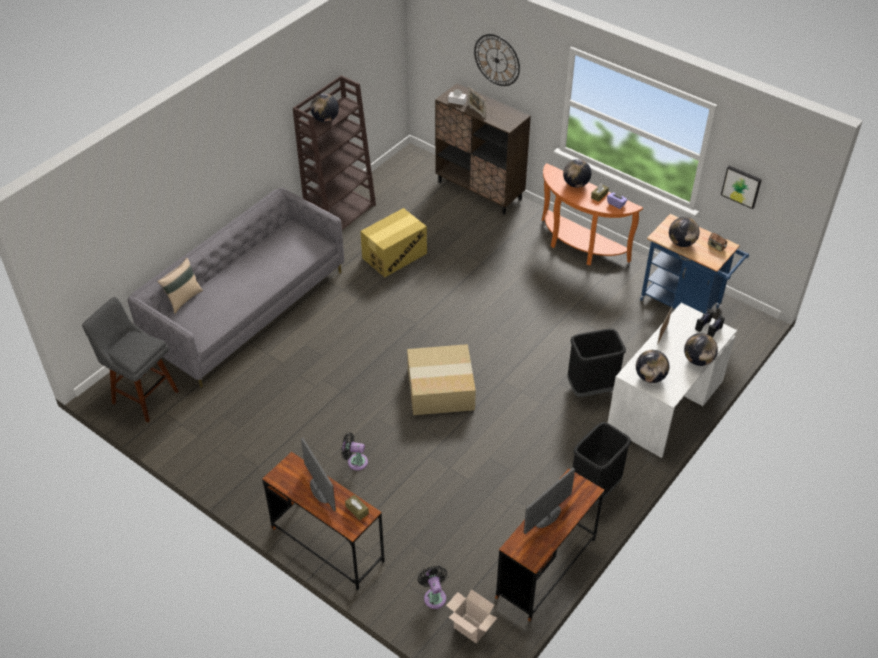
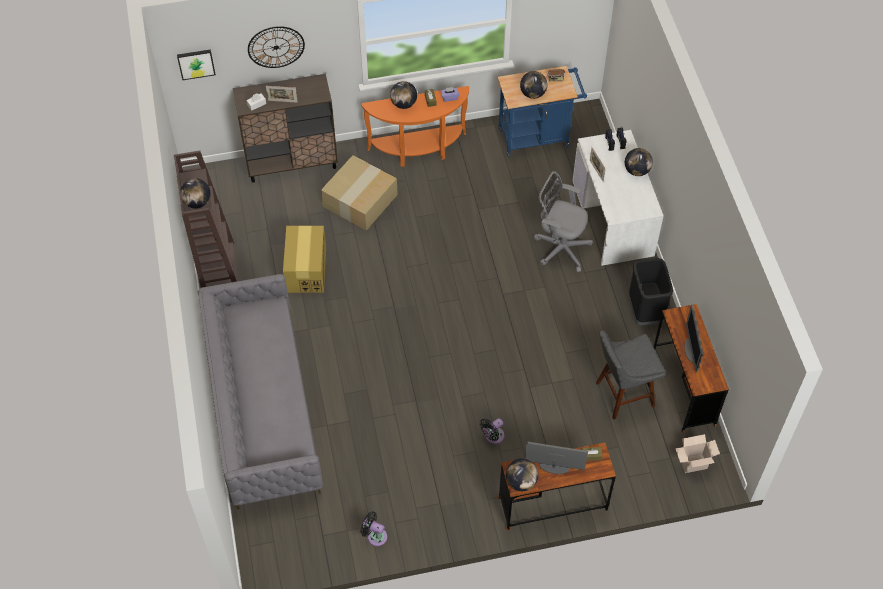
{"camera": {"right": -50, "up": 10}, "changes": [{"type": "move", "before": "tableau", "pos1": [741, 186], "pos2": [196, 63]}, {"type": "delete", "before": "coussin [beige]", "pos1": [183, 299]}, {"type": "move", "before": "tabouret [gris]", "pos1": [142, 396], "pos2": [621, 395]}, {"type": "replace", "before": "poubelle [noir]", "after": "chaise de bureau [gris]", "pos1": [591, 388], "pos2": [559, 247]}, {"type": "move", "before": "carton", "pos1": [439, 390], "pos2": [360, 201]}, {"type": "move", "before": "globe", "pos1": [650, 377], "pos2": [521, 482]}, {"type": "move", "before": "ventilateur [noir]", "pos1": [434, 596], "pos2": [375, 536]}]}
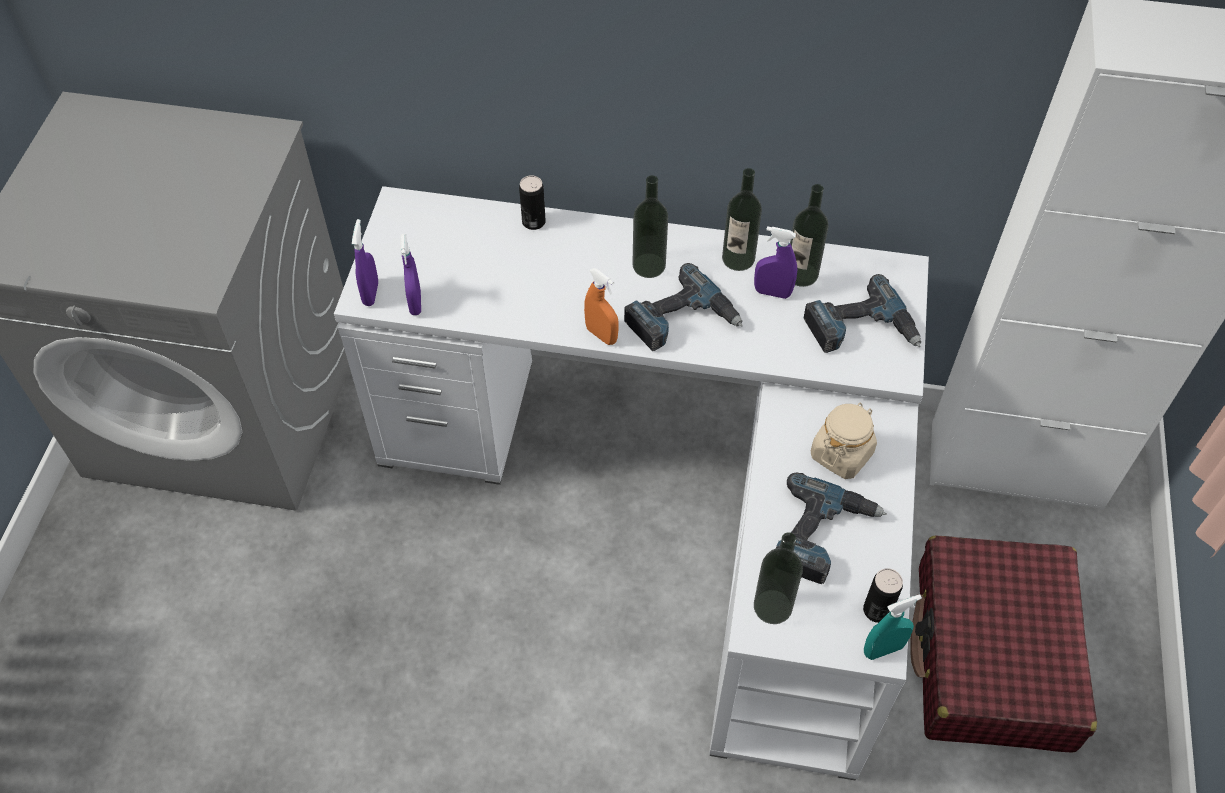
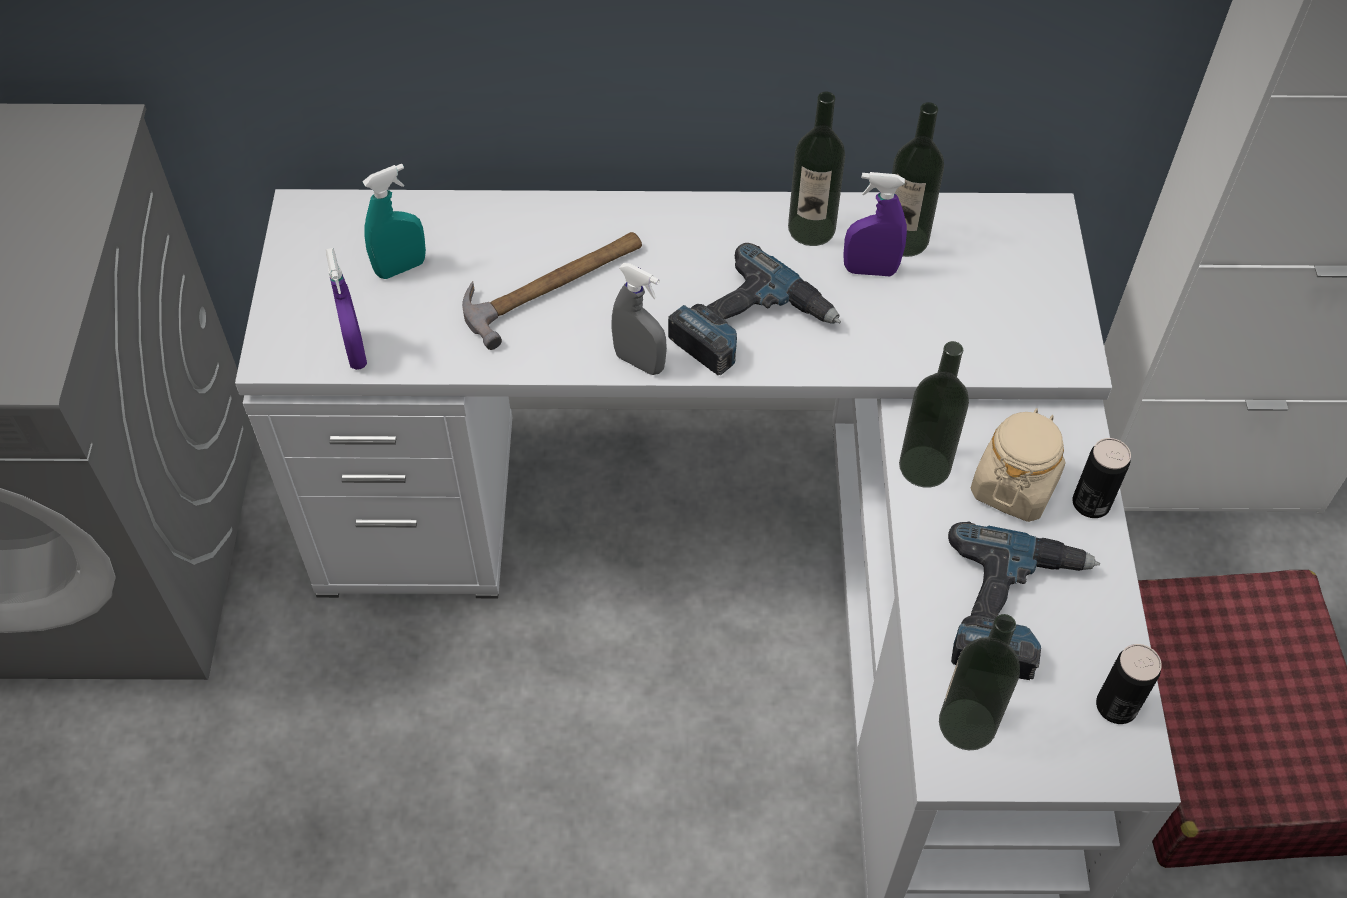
{"camera": {"right": -10, "up": 0}, "changes": [{"type": "move", "before": "boîte métallique", "pos1": [533, 222], "pos2": [1091, 503]}, {"type": "move", "before": "bouteille", "pos1": [649, 265], "pos2": [924, 466]}, {"type": "delete", "before": "vaporisateur [violet]", "pos1": [371, 293]}, {"type": "recolor", "before": "vaporisateur [orange]", "after": "vaporisateur [gris]", "pos1": [601, 335], "pos2": [639, 362]}, {"type": "delete", "before": "perceuse", "pos1": [860, 329]}, {"type": "move", "before": "vaporisateur [turquoise]", "pos1": [883, 649], "pos2": [401, 268]}, {"type": "insert", "after": "marteau", "pos2": [554, 285]}]}
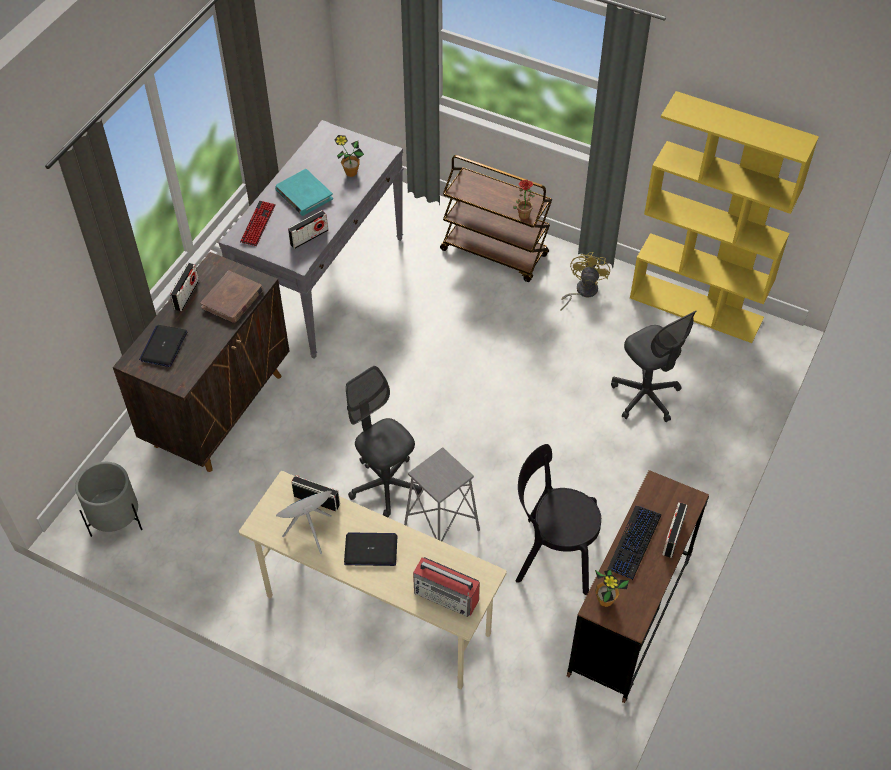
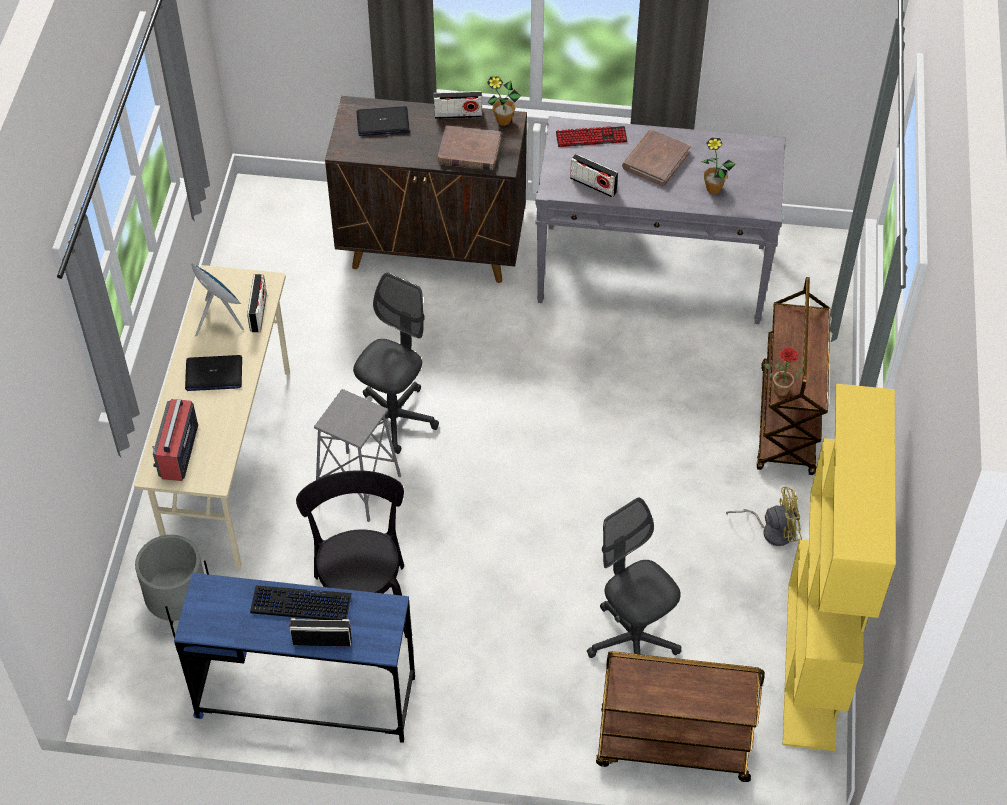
{"camera": {"right": 70, "up": 0}, "changes": [{"type": "recolor", "before": "livre [turquoise]", "after": "livre [marron]", "pos1": [304, 195], "pos2": [655, 160]}, {"type": "rotate", "before": "chaise de bureau [gris]", "pos1": [645, 396], "pos2": [633, 640], "turn": 105}, {"type": "move", "before": "cache-pot [gris]", "pos1": [116, 520], "pos2": [179, 606]}, {"type": "recolor", "before": "bureau [marron]", "after": "bureau [bleu]", "pos1": [629, 617], "pos2": [306, 697]}, {"type": "rotate", "before": "ordinateur portable", "pos1": [371, 550], "pos2": [213, 374], "turn": 105}, {"type": "move", "before": "plante en pot", "pos1": [605, 600], "pos2": [503, 120]}, {"type": "insert", "after": "chariot [marron]", "pos2": [672, 746]}]}
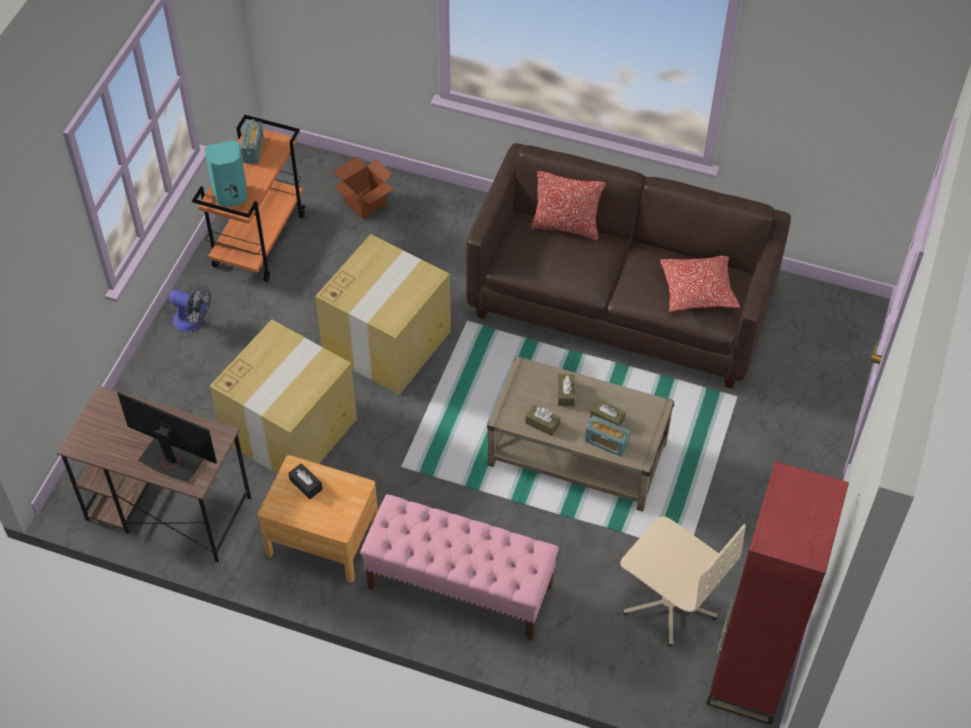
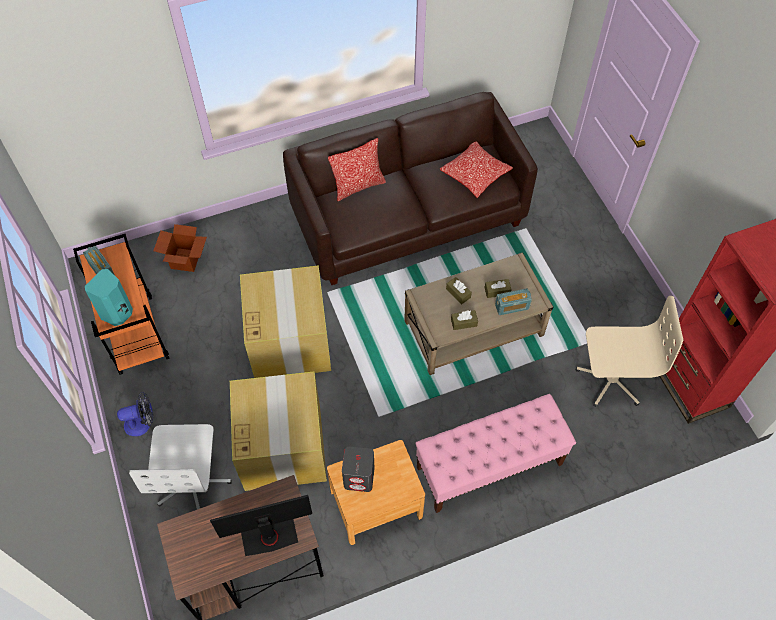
{"camera": {"right": -40, "up": 5}, "changes": [{"type": "replace", "before": "boîte à mouchoirs [noir]", "after": "enceinte [gris]", "pos1": [306, 484], "pos2": [359, 477]}, {"type": "insert", "after": "chaise de bureau [blanc]", "pos2": [193, 483]}]}
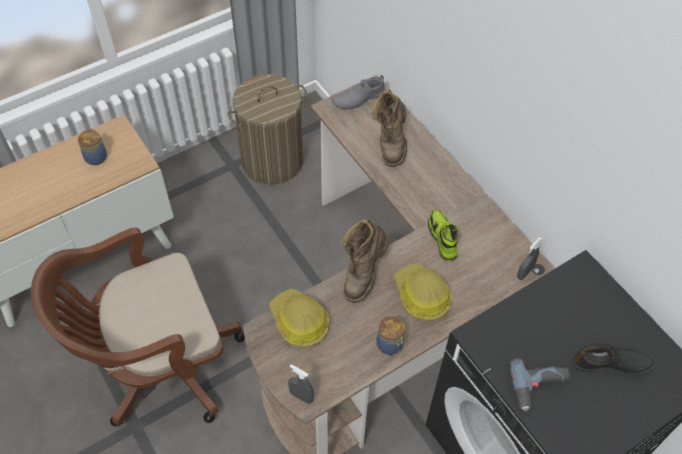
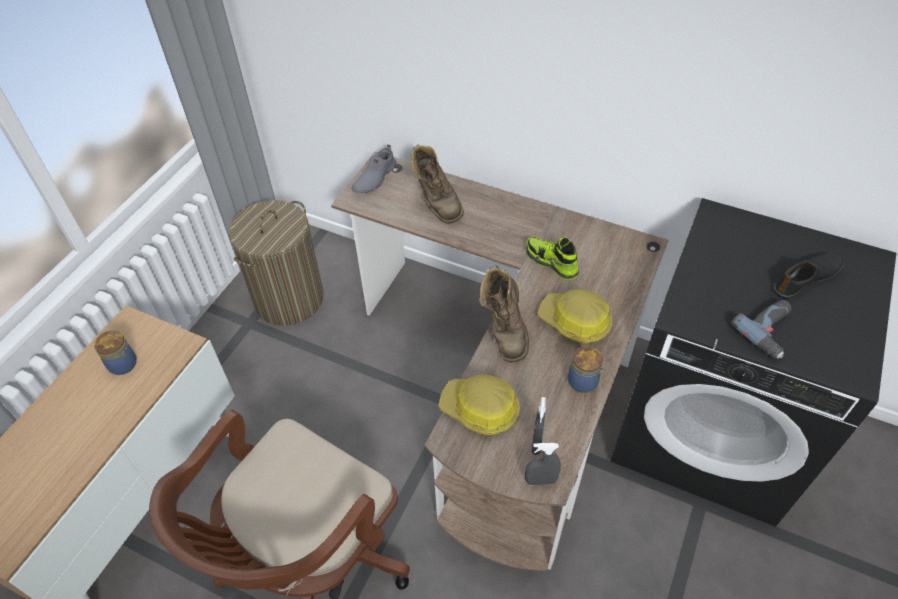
{"camera": {"right": -30, "up": -5}, "changes": [{"type": "move", "before": "vaporisateur [gris]", "pos1": [524, 273], "pos2": [536, 443]}]}
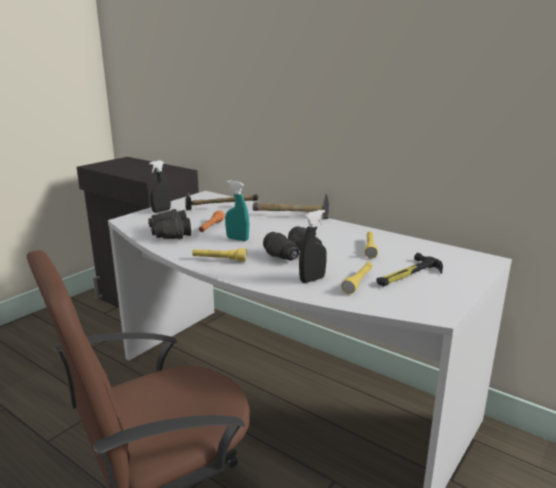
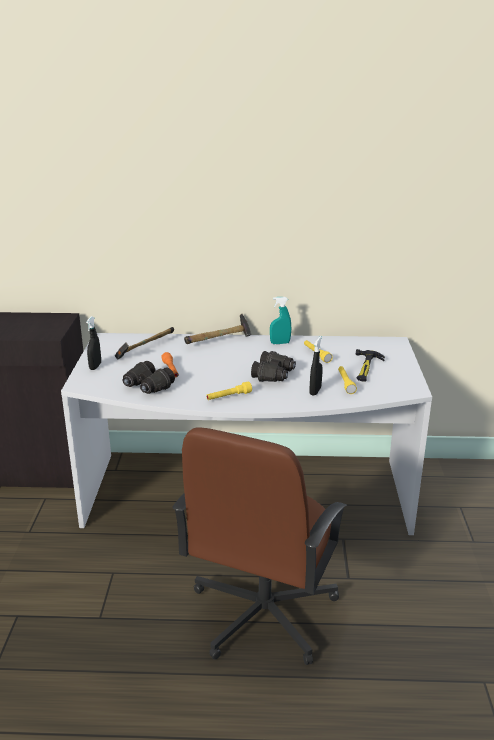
{"camera": {"right": -35, "up": 5}, "changes": [{"type": "move", "before": "vaporisateur [turquoise]", "pos1": [237, 239], "pos2": [280, 343]}]}
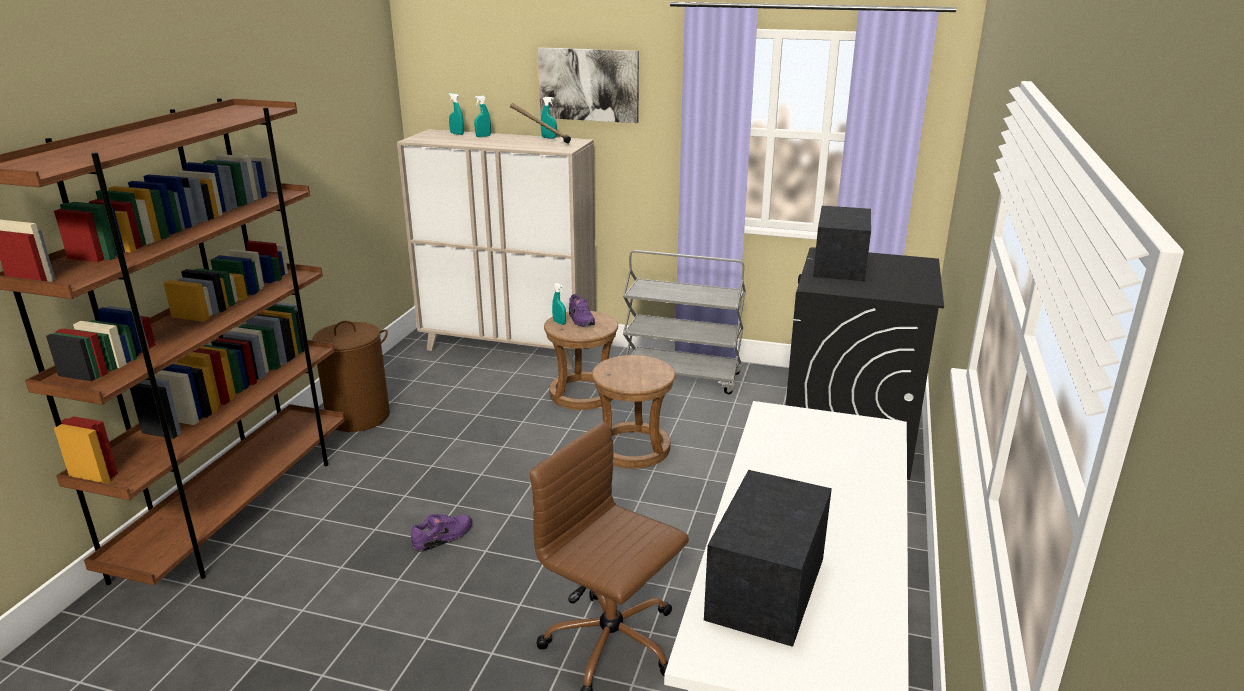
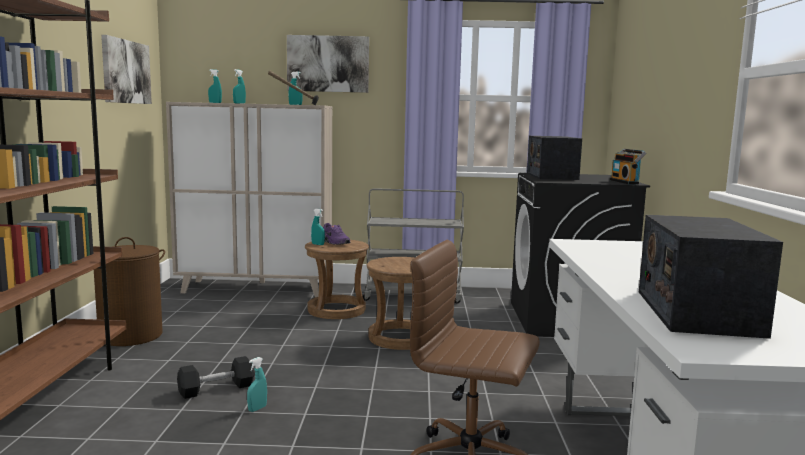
{"camera": {"right": -15, "up": -15}, "changes": [{"type": "replace", "before": "chaussure [violet]", "after": "vaporisateur [turquoise]", "pos1": [443, 538], "pos2": [257, 409]}, {"type": "insert", "after": "tableau", "pos2": [125, 72]}, {"type": "insert", "after": "radio", "pos2": [626, 182]}, {"type": "insert", "after": "haltère [noir]", "pos2": [216, 389]}]}
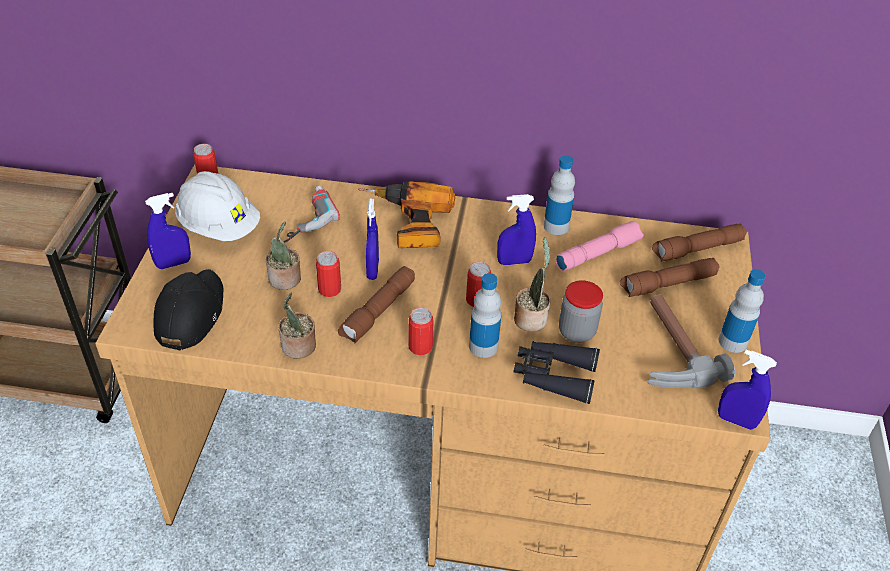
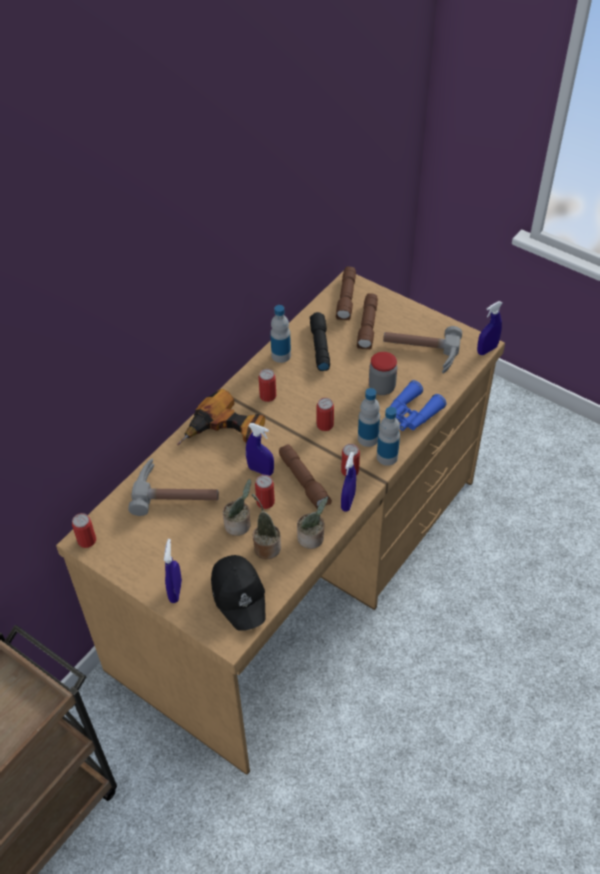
{"camera": {"right": -60, "up": 5}, "changes": [{"type": "delete", "before": "casque de chantier [blanc]", "pos1": [219, 227]}, {"type": "replace", "before": "perceuse", "after": "marteau", "pos1": [304, 217], "pos2": [176, 492]}, {"type": "move", "before": "vaporisateur [bleu]", "pos1": [514, 261], "pos2": [348, 502]}, {"type": "recolor", "before": "lampe de poche [rose]", "after": "lampe de poche [noir]", "pos1": [597, 253], "pos2": [319, 346]}, {"type": "move", "before": "plante en pot", "pos1": [531, 317], "pos2": [266, 546]}, {"type": "rotate", "before": "casquette [noir]", "pos1": [190, 314], "pos2": [239, 595], "turn": -150}, {"type": "move", "before": "bouteille", "pos1": [732, 341], "pos2": [387, 457]}, {"type": "recolor", "before": "jumelles [noir]", "after": "jumelles [bleu]", "pos1": [554, 375], "pos2": [411, 414]}, {"type": "insert", "after": "boîte métallique", "pos2": [268, 396]}]}
